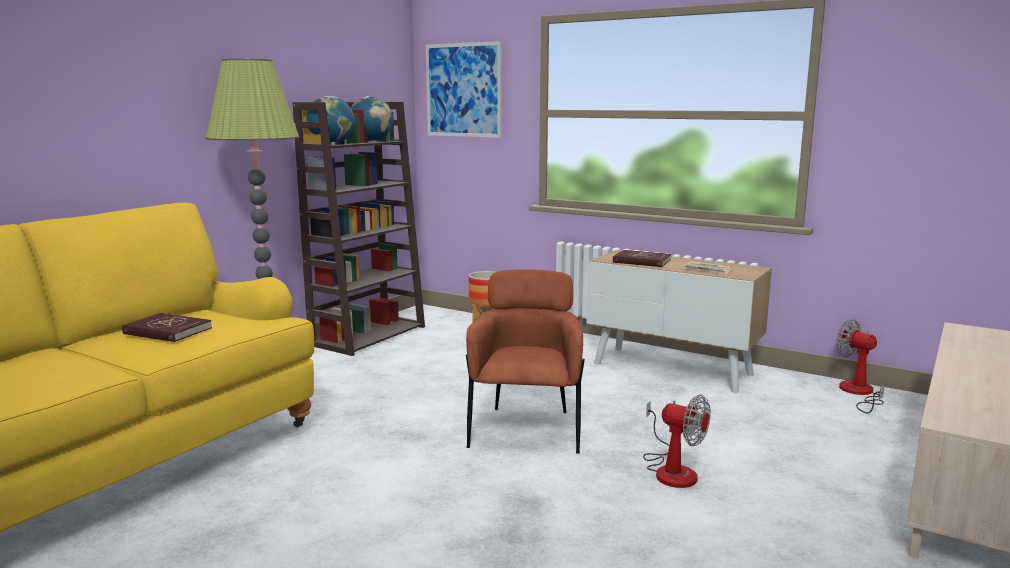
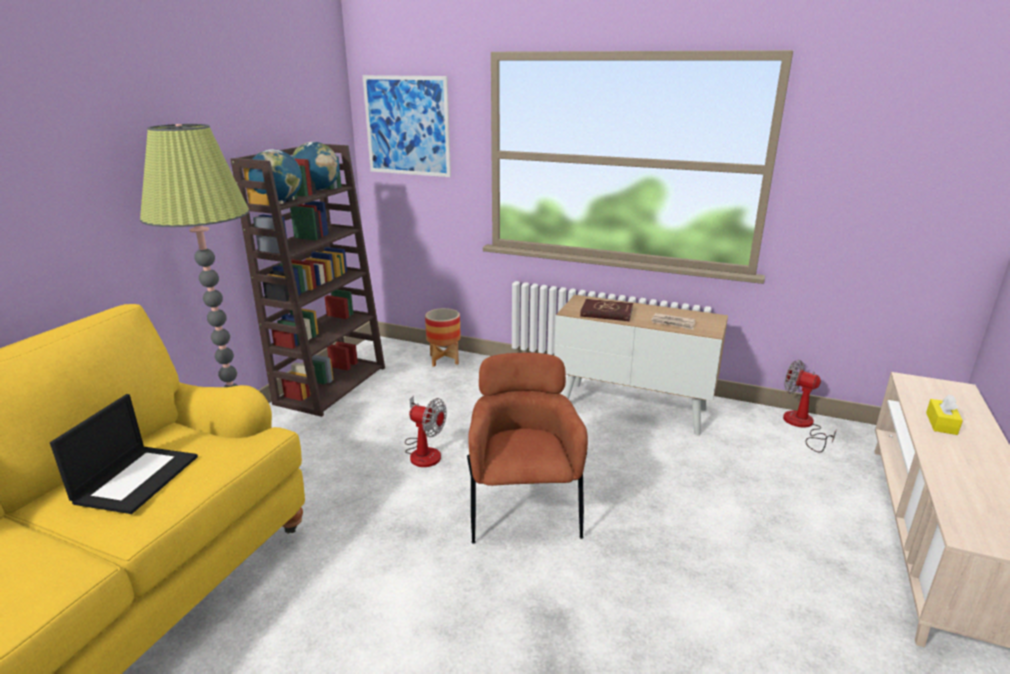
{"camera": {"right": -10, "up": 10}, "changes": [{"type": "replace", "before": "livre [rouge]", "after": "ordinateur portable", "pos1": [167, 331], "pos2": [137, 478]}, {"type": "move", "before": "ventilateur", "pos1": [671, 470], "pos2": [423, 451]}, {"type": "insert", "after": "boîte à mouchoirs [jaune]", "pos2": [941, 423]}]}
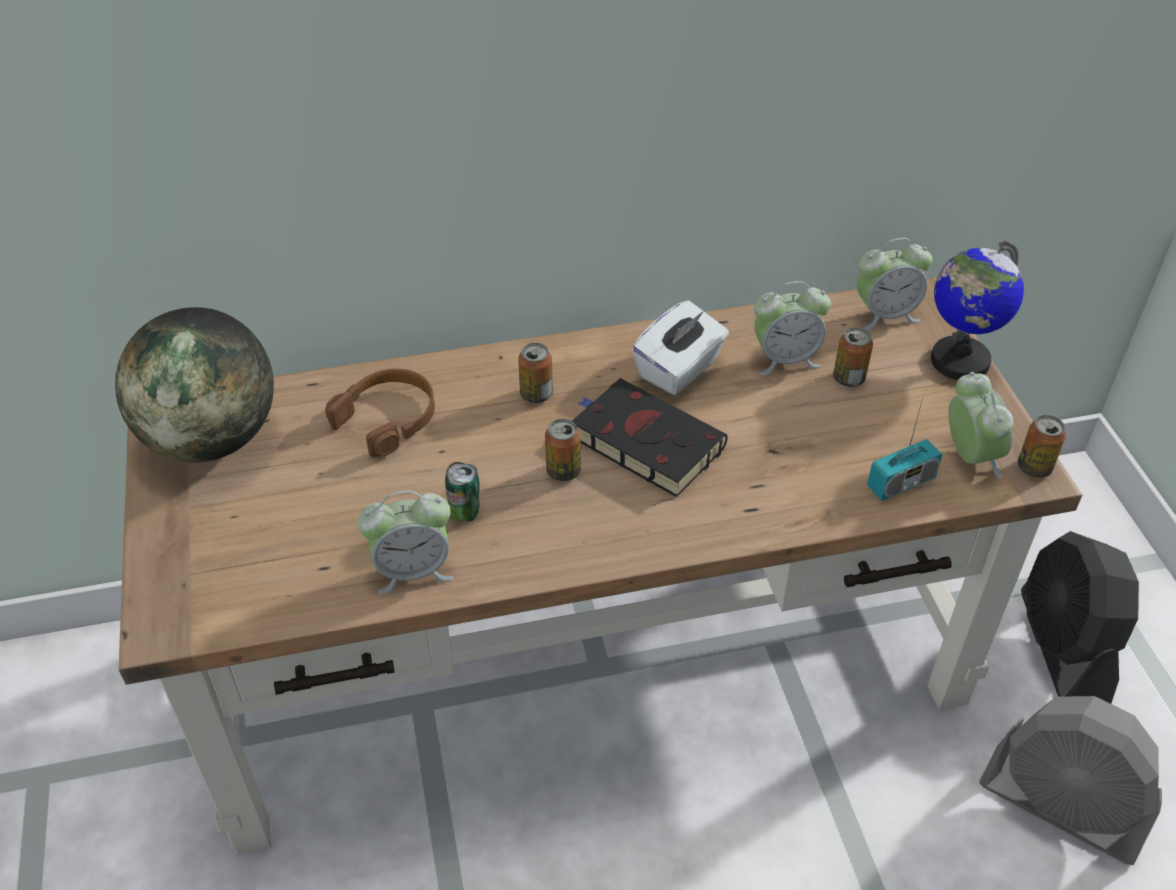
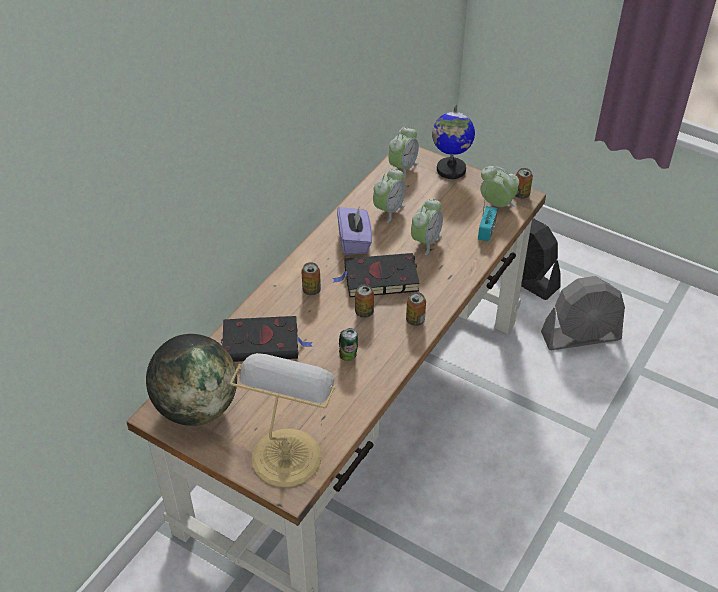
{"camera": {"right": -45, "up": 0}, "changes": [{"type": "recolor", "before": "boîte à mouchoirs [blanc]", "after": "boîte à mouchoirs [violet]", "pos1": [679, 369], "pos2": [354, 241]}, {"type": "move", "before": "boîte métallique", "pos1": [848, 378], "pos2": [415, 320]}, {"type": "replace", "before": "casque audio [marron]", "after": "livre [noir]", "pos1": [388, 418], "pos2": [263, 343]}, {"type": "move", "before": "réveil", "pos1": [413, 570], "pos2": [426, 241]}, {"type": "insert", "after": "lampe de table", "pos2": [287, 454]}]}
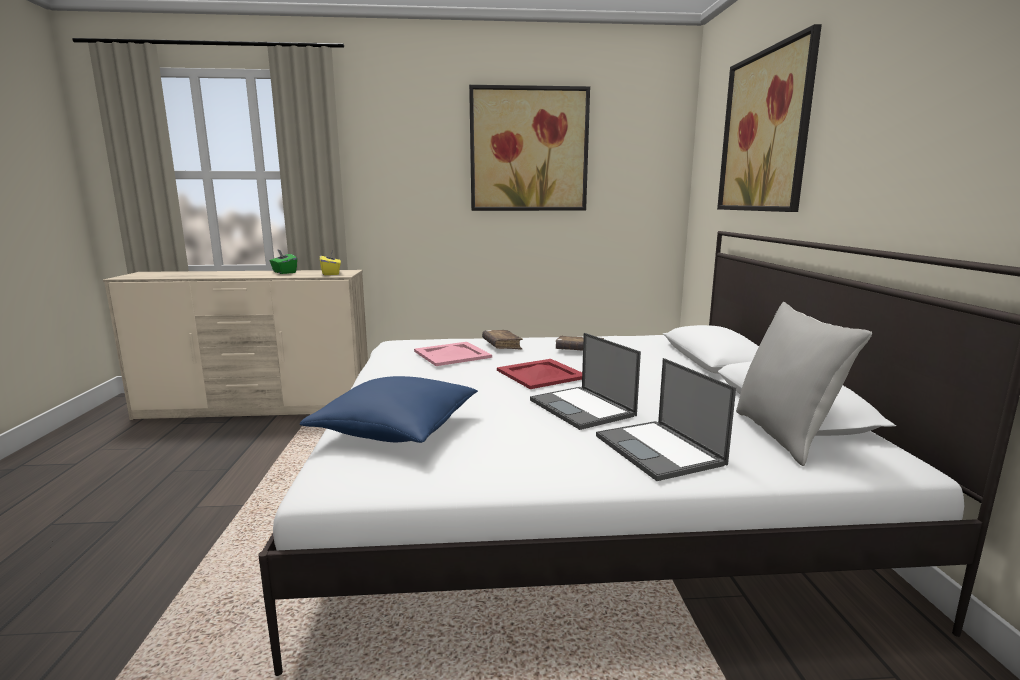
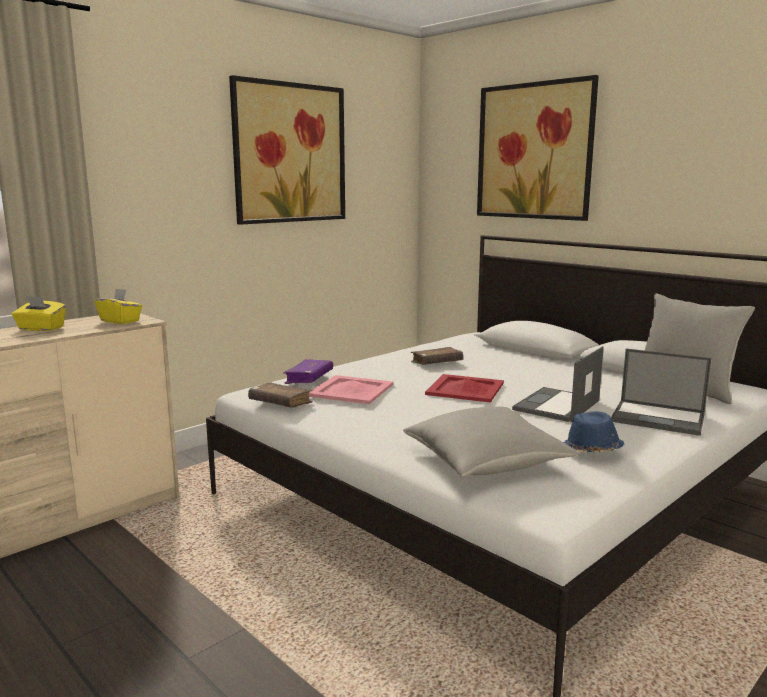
{"camera": {"right": -40, "up": 0}, "changes": [{"type": "recolor", "before": "boîte à mouchoirs [vert]", "after": "boîte à mouchoirs [jaune]", "pos1": [284, 272], "pos2": [41, 328]}, {"type": "move", "before": "livre [marron]", "pos1": [502, 345], "pos2": [280, 403]}, {"type": "rotate", "before": "ordinateur portable", "pos1": [583, 408], "pos2": [556, 406], "turn": 105}, {"type": "recolor", "before": "coussin [bleu]", "after": "coussin [gris]", "pos1": [396, 429], "pos2": [486, 462]}, {"type": "insert", "after": "livre [violet]", "pos2": [309, 378]}, {"type": "insert", "after": "chapeau [bleu]", "pos2": [591, 450]}]}
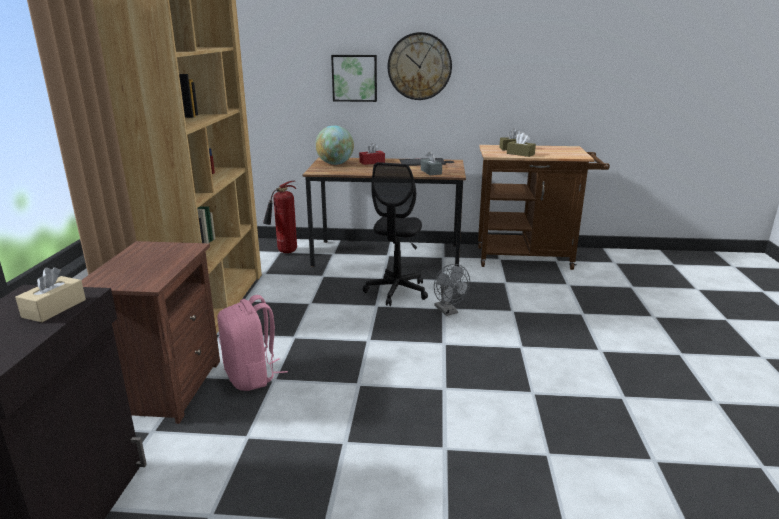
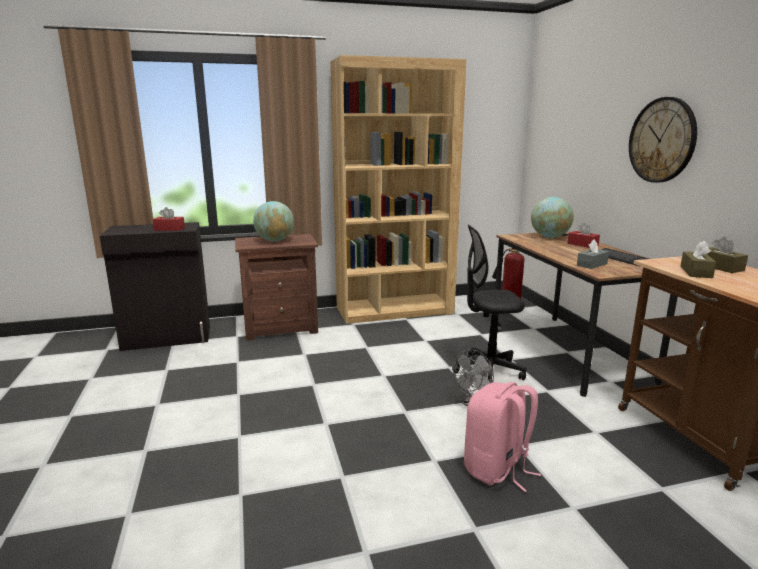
{"camera": {"right": 70, "up": -5}, "changes": [{"type": "delete", "before": "tableau", "pos1": [354, 78]}, {"type": "recolor", "before": "boîte à mouchoirs [beige]", "after": "boîte à mouchoirs [rouge]", "pos1": [54, 308], "pos2": [169, 229]}, {"type": "move", "before": "sac à dos [rose]", "pos1": [252, 376], "pos2": [497, 469]}, {"type": "insert", "after": "globe", "pos2": [275, 241]}]}
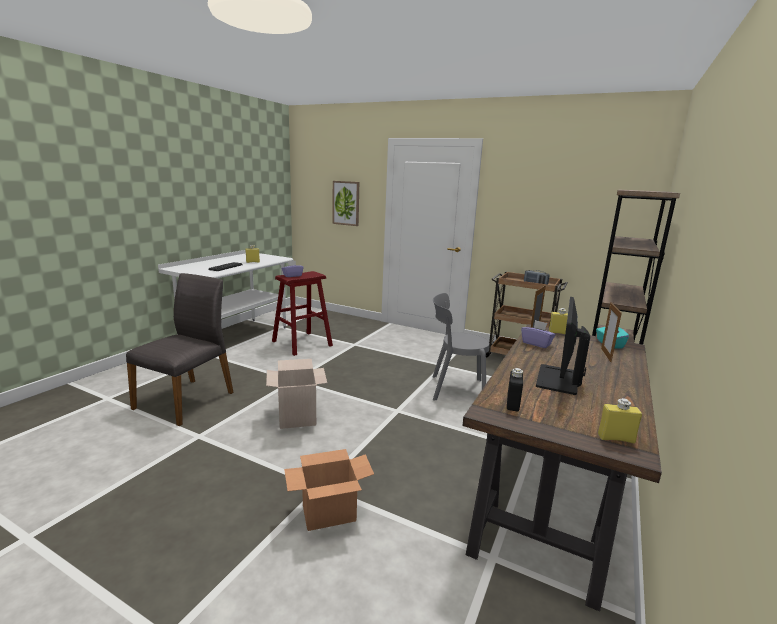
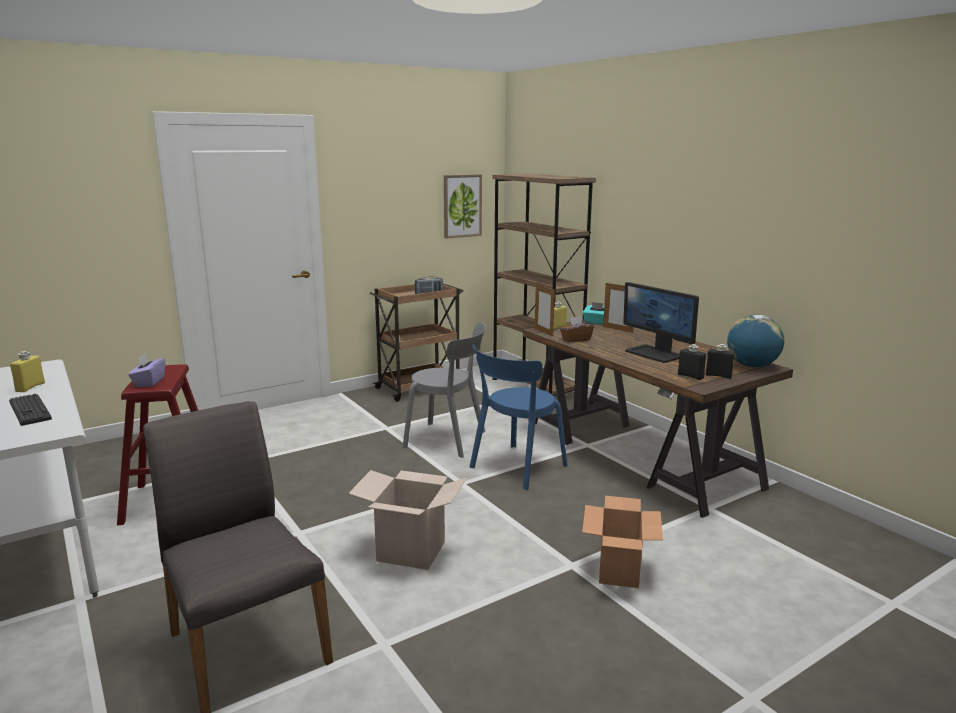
{"camera": {"right": -60, "up": 0}, "changes": [{"type": "move", "before": "tableau", "pos1": [346, 203], "pos2": [462, 206]}, {"type": "rotate", "before": "chaise [gris]", "pos1": [454, 389], "pos2": [449, 440], "turn": -105}, {"type": "recolor", "before": "boîte à mouchoirs [violet]", "after": "boîte à mouchoirs [marron]", "pos1": [536, 343], "pos2": [576, 339]}, {"type": "replace", "before": "bouteille [jaune]", "after": "globe", "pos1": [616, 438], "pos2": [752, 366]}, {"type": "insert", "after": "chaise [bleu]", "pos2": [515, 468]}, {"type": "insert", "after": "bouteille [noir]", "pos2": [718, 376]}]}
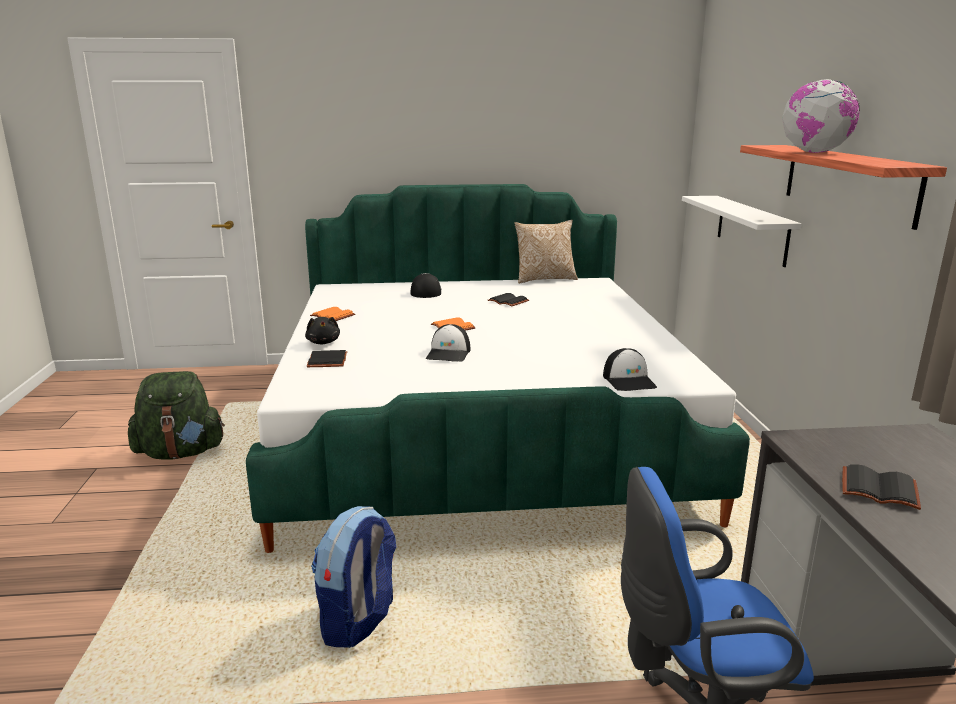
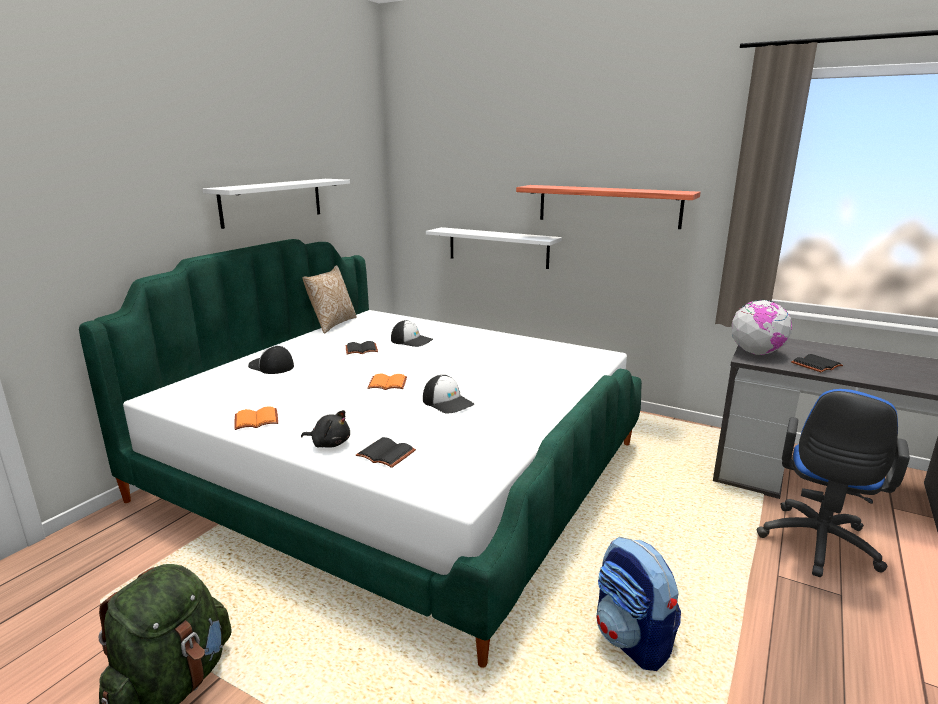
{"camera": {"right": -55, "up": 0}, "changes": [{"type": "move", "before": "globe", "pos1": [815, 152], "pos2": [756, 353]}, {"type": "move", "before": "casquette", "pos1": [629, 381], "pos2": [412, 340]}, {"type": "insert", "after": "étagère [blanc]", "pos2": [272, 202]}]}
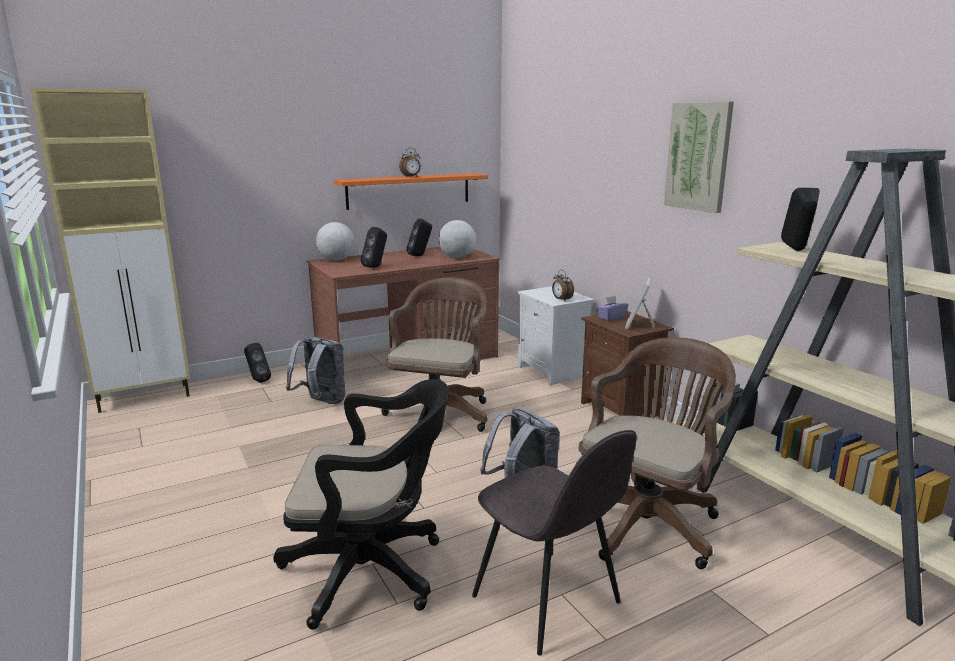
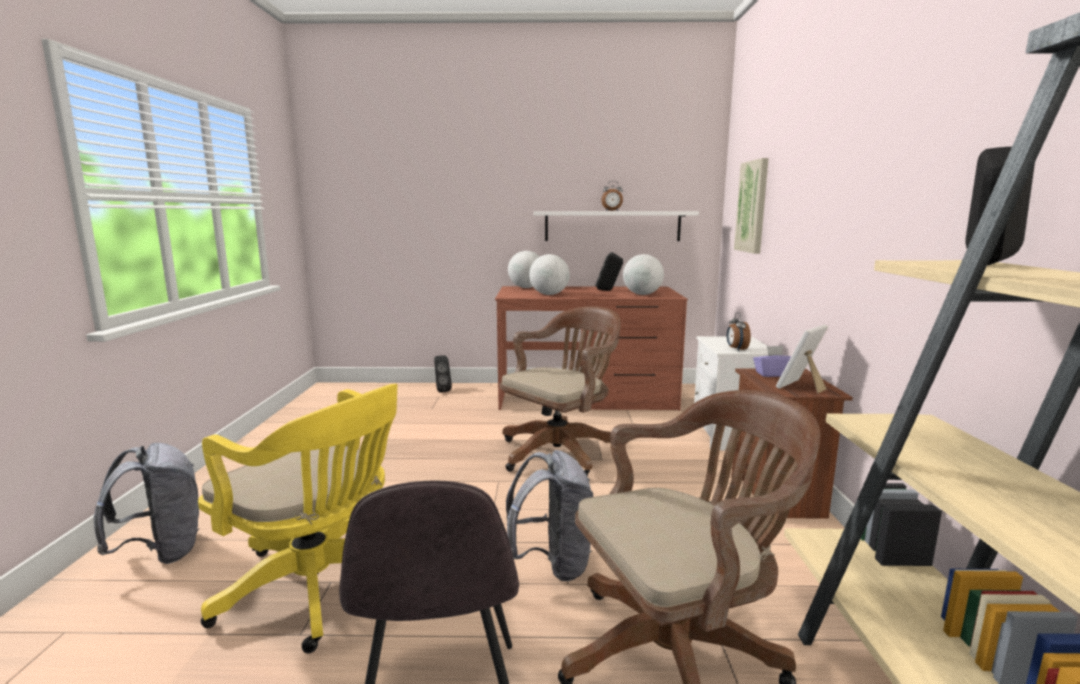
{"camera": {"right": 30, "up": -5}, "changes": [{"type": "delete", "before": "meuble de rangement [beige]", "pos1": [145, 398]}, {"type": "move", "before": "tableau", "pos1": [698, 156], "pos2": [752, 206]}, {"type": "recolor", "before": "étagère [orange]", "after": "étagère [blanc]", "pos1": [409, 190], "pos2": [612, 226]}, {"type": "replace", "before": "enceinte [noir]", "after": "globe", "pos1": [376, 267], "pos2": [549, 294]}, {"type": "move", "before": "sac à dos [gris]", "pos1": [321, 402], "pos2": [162, 552]}, {"type": "recolor", "before": "chaise de bureau [noir]", "after": "chaise de bureau [jaune]", "pos1": [372, 571], "pos2": [321, 589]}]}
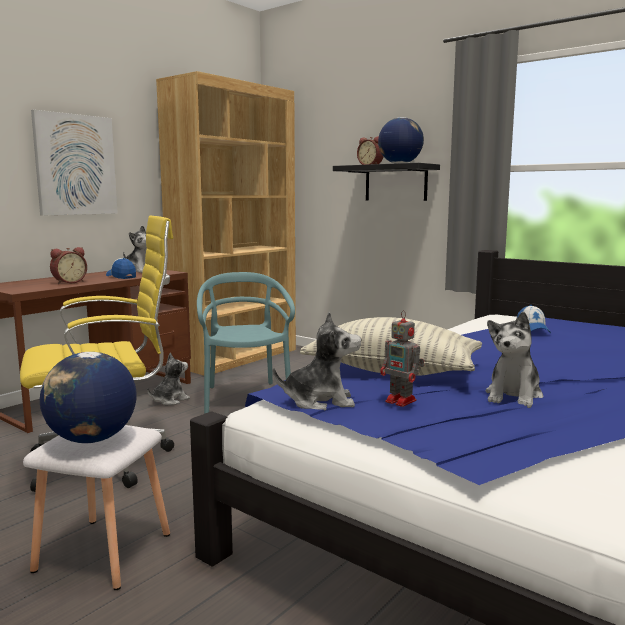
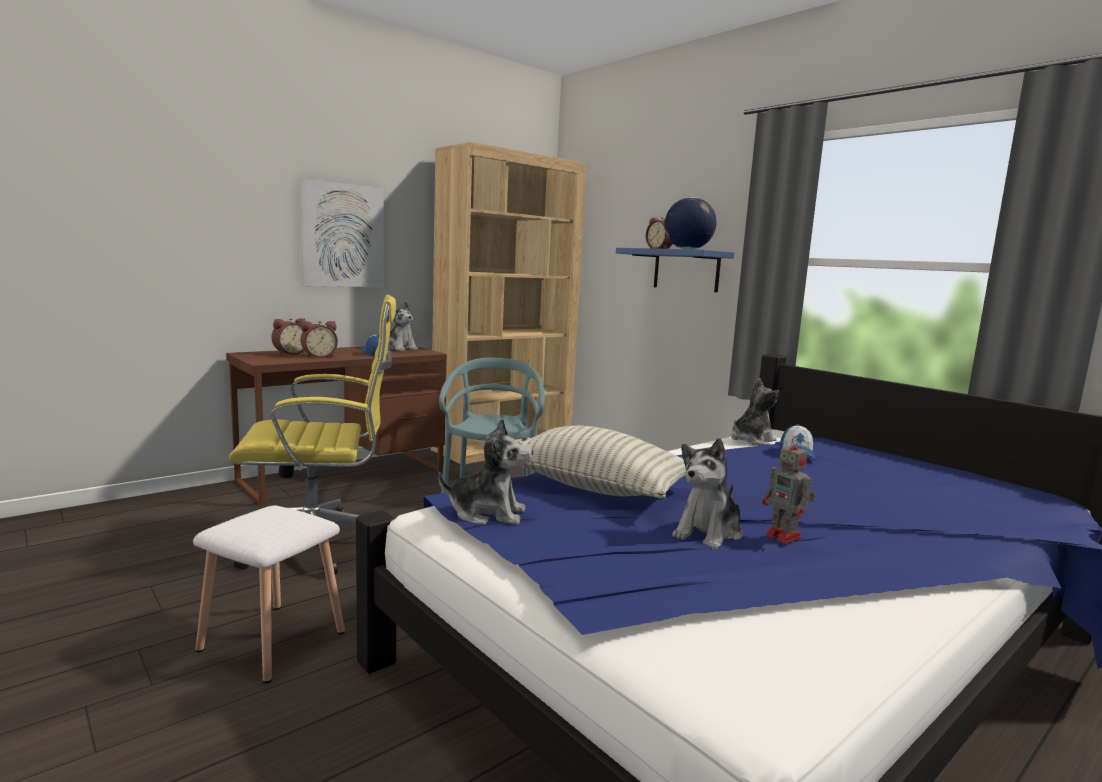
{"camera": {"right": 10, "up": 0}, "changes": [{"type": "recolor", "before": "étagère [noir]", "after": "étagère [bleu]", "pos1": [396, 183], "pos2": [686, 270]}, {"type": "move", "before": "robot jouet", "pos1": [402, 401], "pos2": [784, 537]}, {"type": "delete", "before": "globe", "pos1": [91, 439]}, {"type": "move", "before": "peluche", "pos1": [169, 400], "pos2": [751, 440]}, {"type": "insert", "after": "réveil", "pos2": [289, 353]}]}
